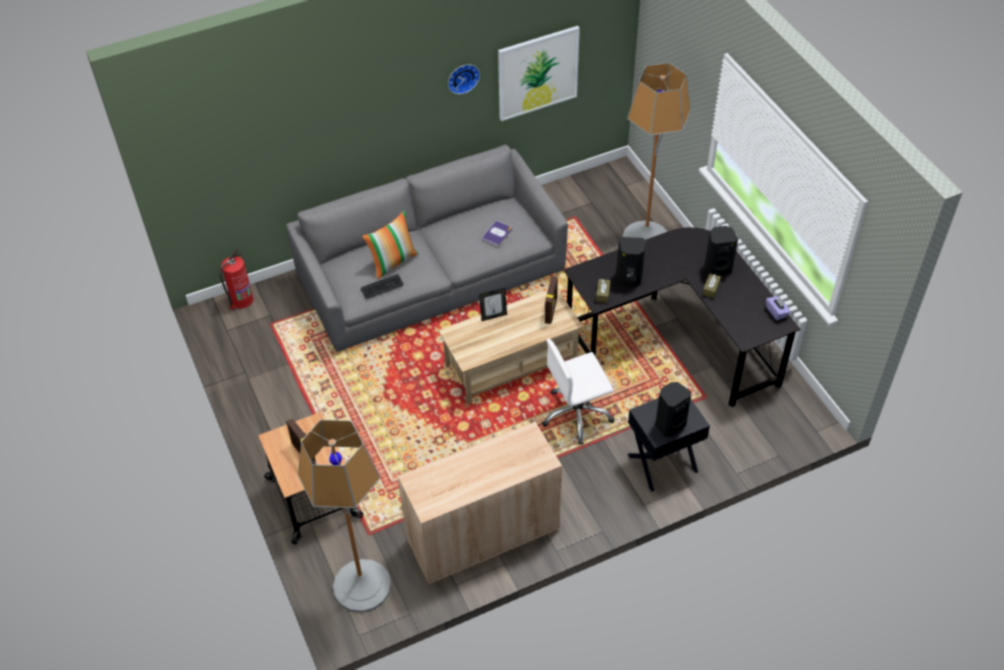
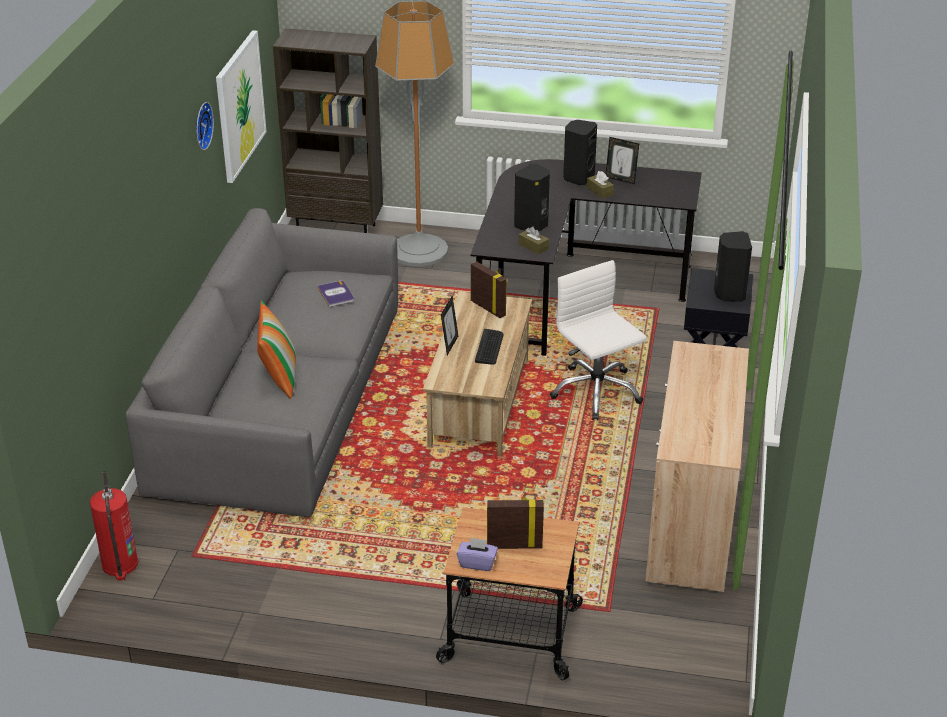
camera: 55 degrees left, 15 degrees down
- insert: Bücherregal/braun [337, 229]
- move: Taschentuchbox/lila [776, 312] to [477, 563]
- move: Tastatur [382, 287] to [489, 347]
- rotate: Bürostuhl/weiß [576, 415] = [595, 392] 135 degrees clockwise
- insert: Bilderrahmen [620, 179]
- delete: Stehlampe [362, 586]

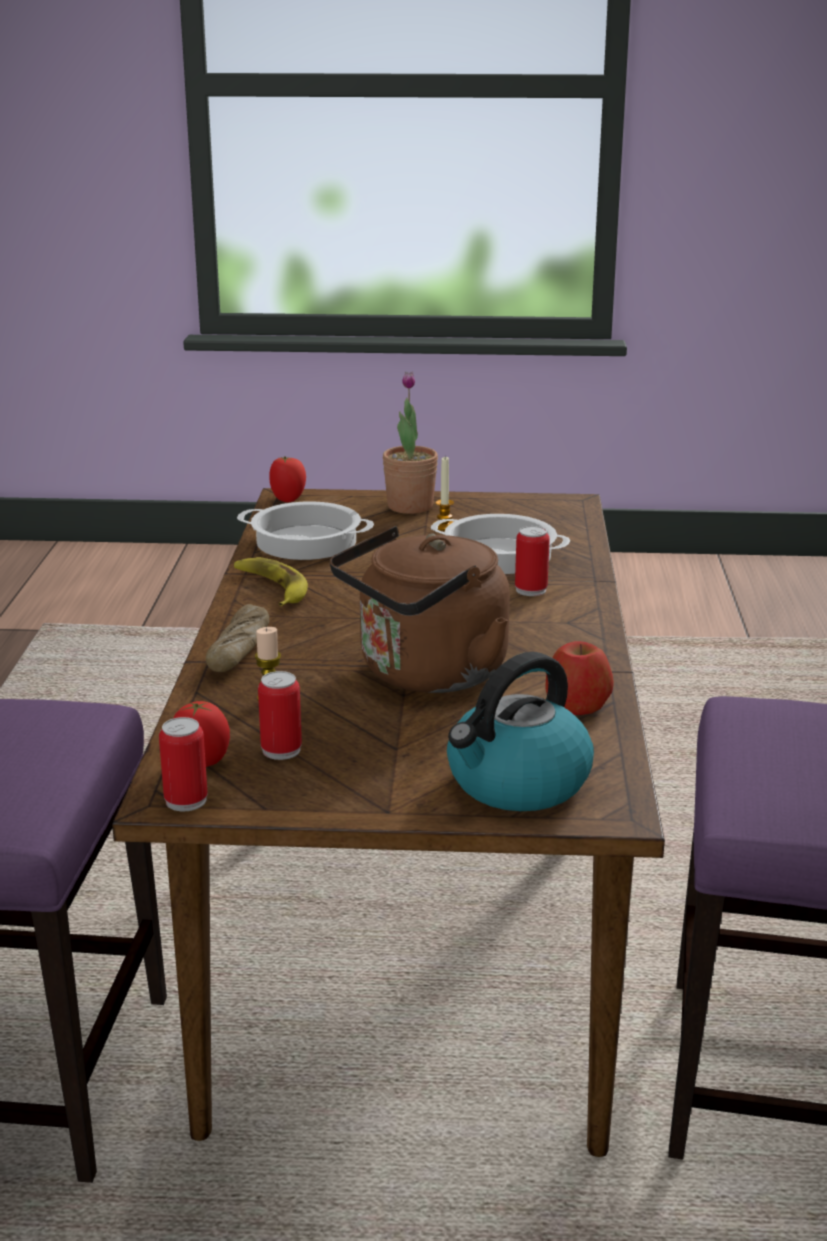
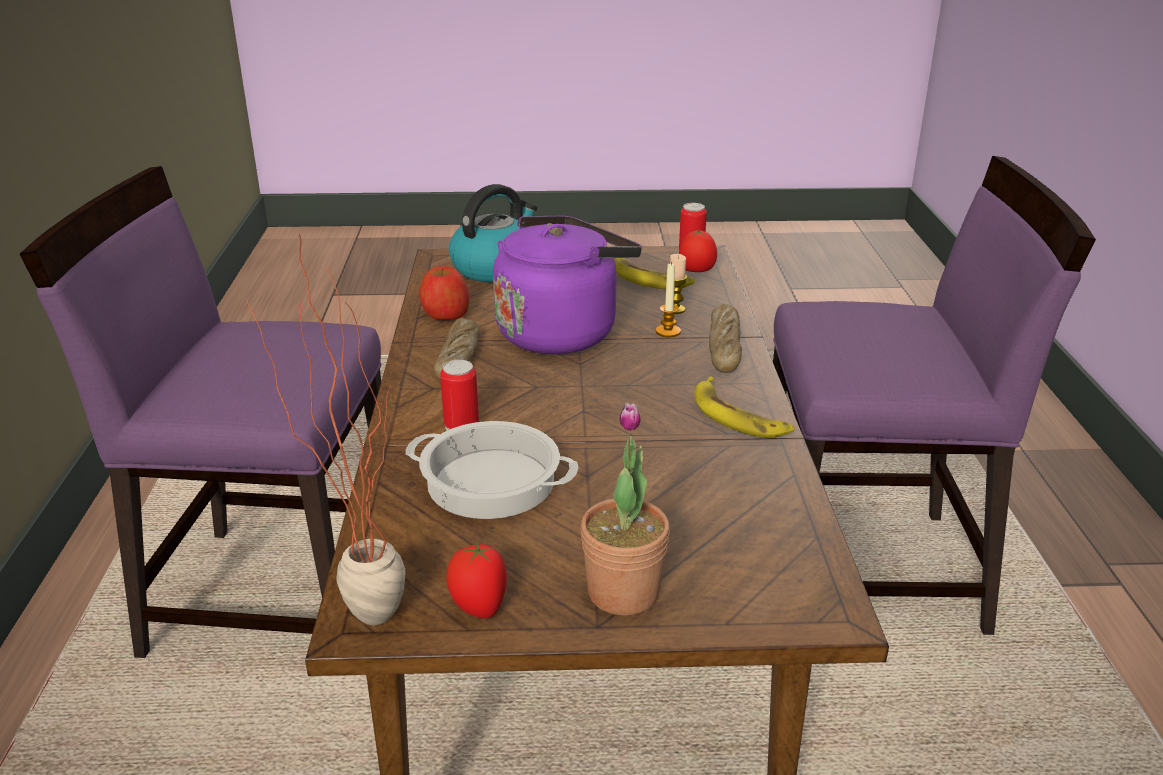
camera: 175 degrees right, 5 degrees up
- insert: Topfpflanze [358, 611]
- insert: Brot [458, 359]
- move: Tomate [288, 499] to [478, 608]
- recolor: Wasserkessel/braun [426, 674] to Wasserkessel/lila [561, 332]
- replace: Dose [281, 750] to Banane [649, 279]
- move: Kerze [444, 526] to [668, 331]
- delete: Kochtopf [307, 541]

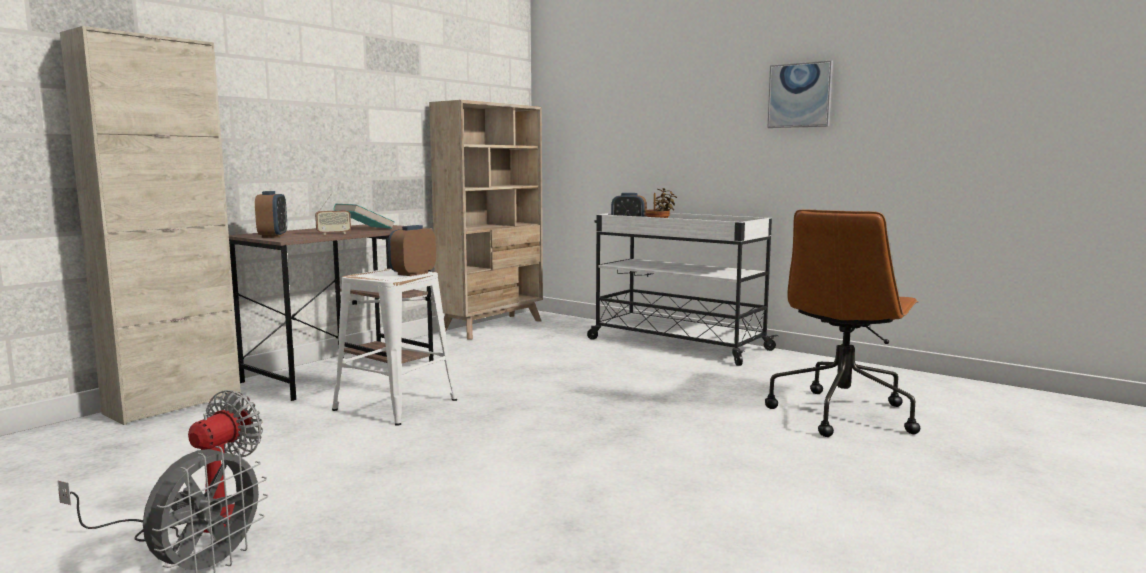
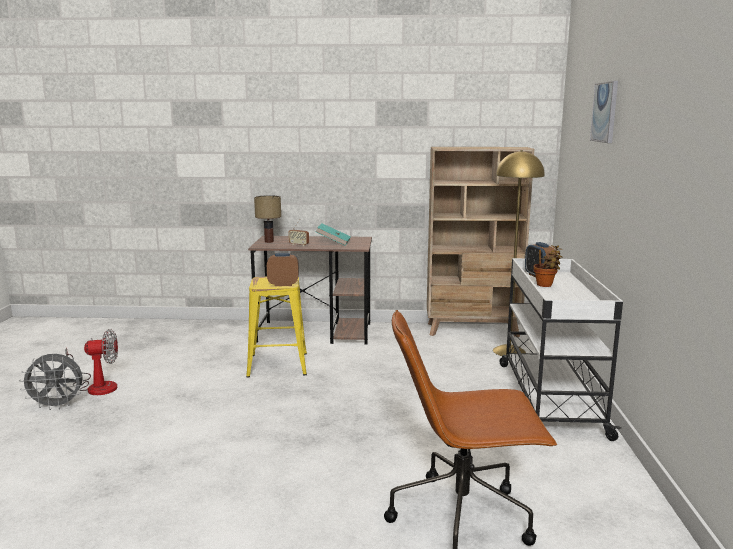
camera: 55 degrees right, 5 degrees up
- recolor: Hocker/weiß [396, 405] to Hocker/gelb [277, 365]
- replace: Wecker [273, 236] to Tischlampe [269, 241]
- insert: Stehlampe/gelb [509, 351]
- move: Bild [800, 95] to [605, 112]
- delete: Schrank/beige [174, 404]

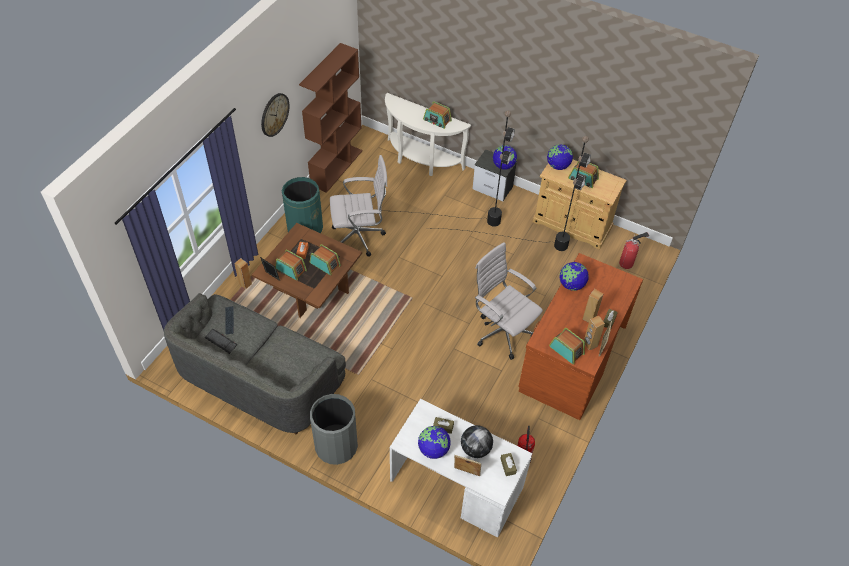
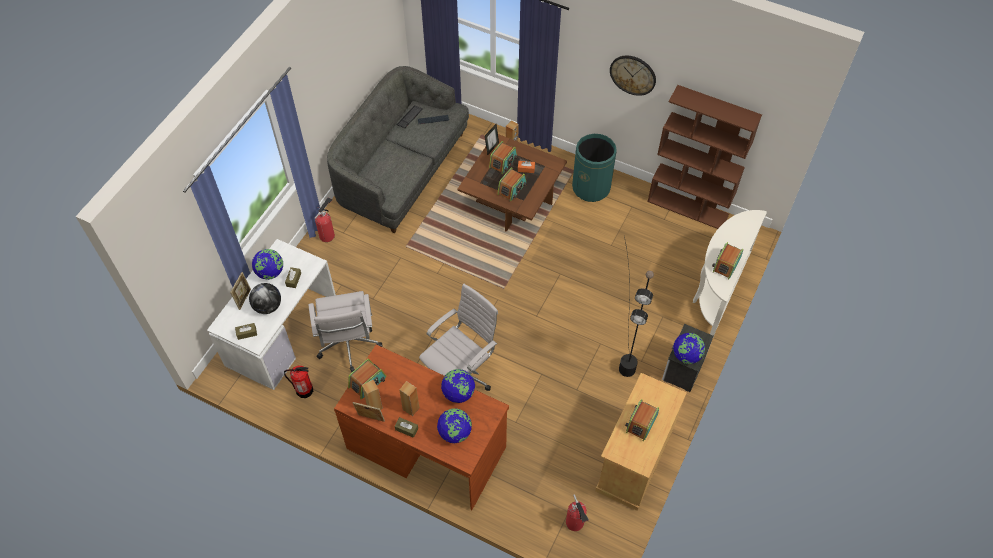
camera: 90 degrees right, 5 degrees up
- move: Bürostuhl/weiß [360, 237] to [349, 347]
- replace: Mülleimer/grau [336, 446] to Feuerlöscher [328, 234]
- move: Globus [557, 166] to [455, 432]
- delete: Stehlampe/schwarz [522, 240]

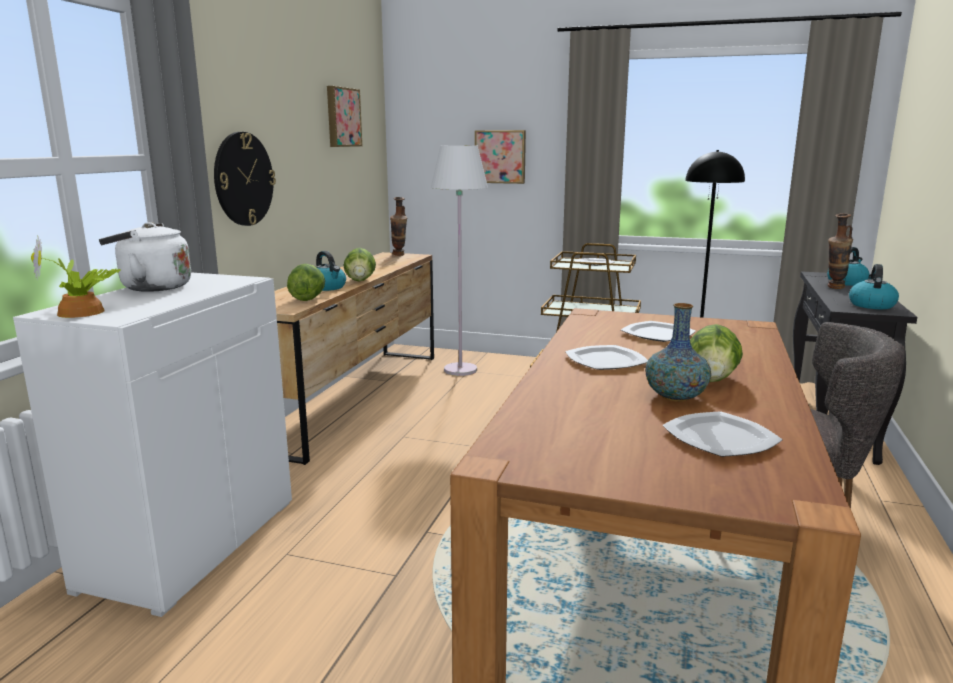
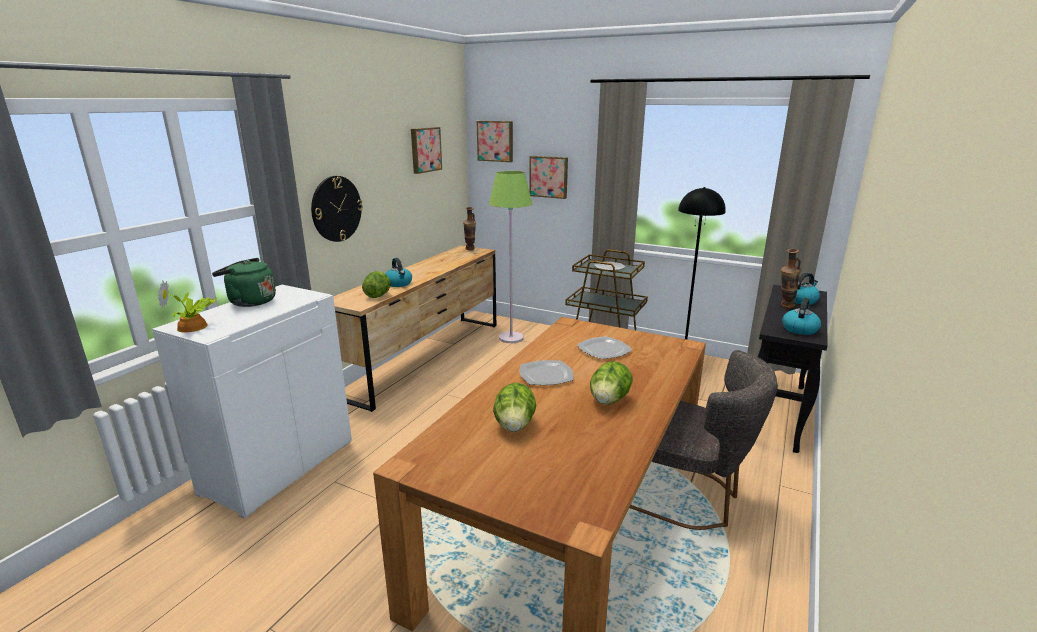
camera: 10 degrees right, 5 degrees up
- recolor: Wasserkessel/weiß [151, 287] to Wasserkessel/grün [249, 302]
- insert: Bild [495, 141]
- recolor: Stehlampe/weiß [460, 370] to Stehlampe/grün [511, 338]
- move: Salatkopf [360, 280] to [515, 426]
- delete: Vase [675, 397]
- delete: Teller [720, 438]

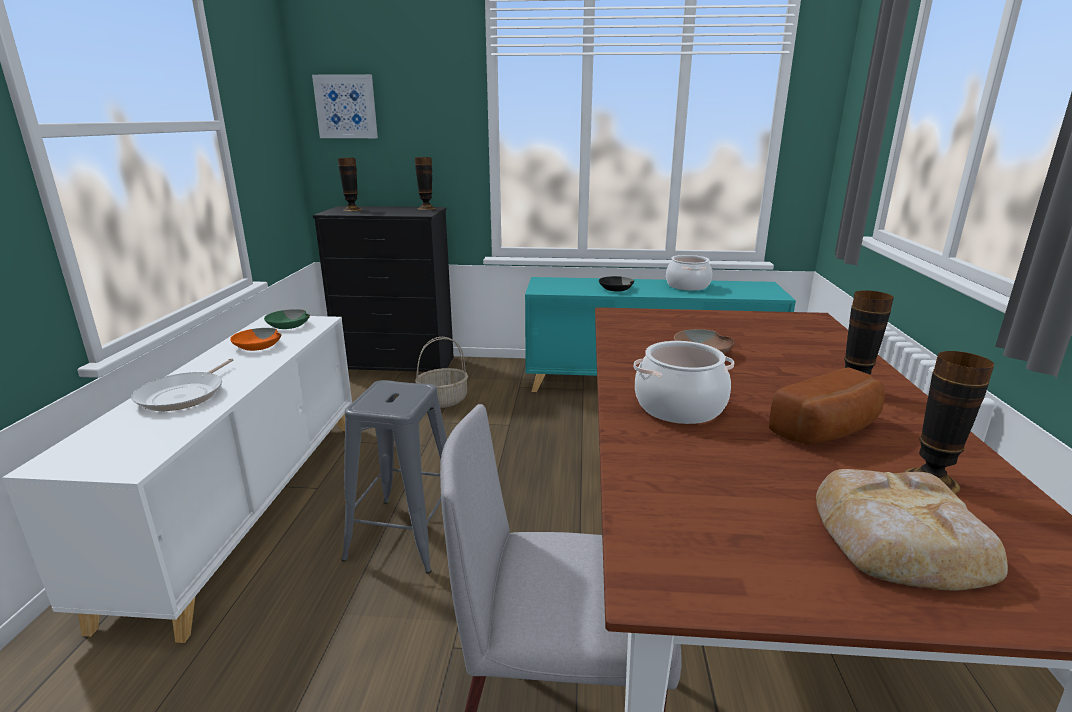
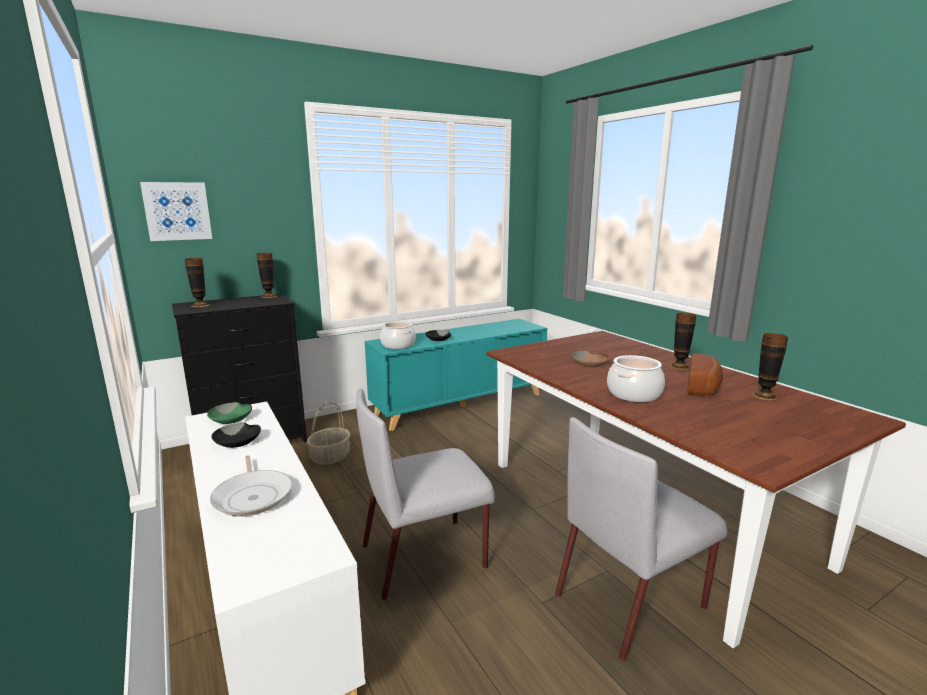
camera: 35 degrees left, 5 degrees down
- recolor: Schüssel/orange [258, 346] to Schüssel/schwarz [238, 442]
- replace: Hocker/grau [405, 535] to Stuhl/grau [425, 556]
- move: Kochtopf [687, 286] to [398, 345]
- delete: Brot [899, 538]

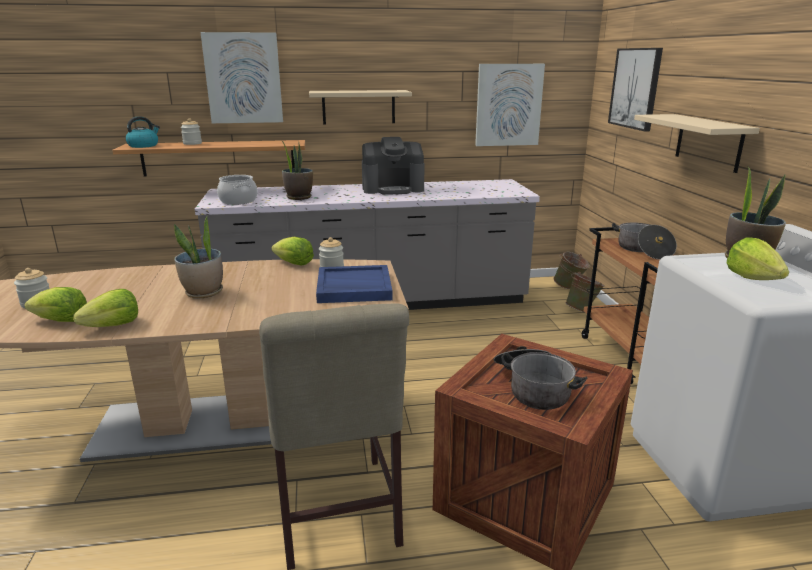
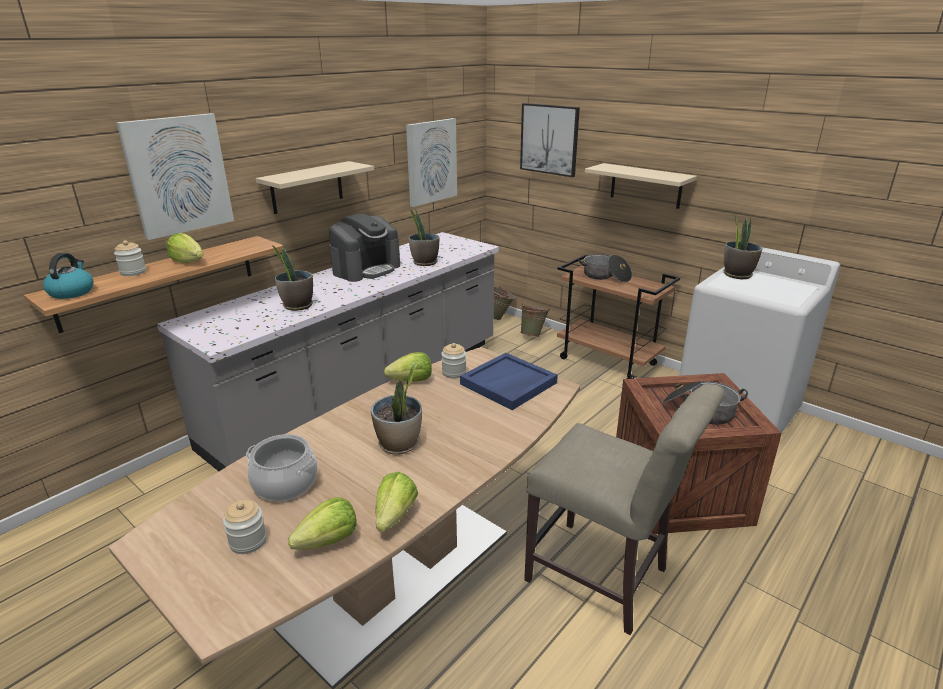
camera: 40 degrees left, 5 degrees up
- move: Salatkopf [752, 278] to [188, 262]
- move: Kochtopf [238, 201] to [285, 483]
- insert: Topfpflanze [424, 262]

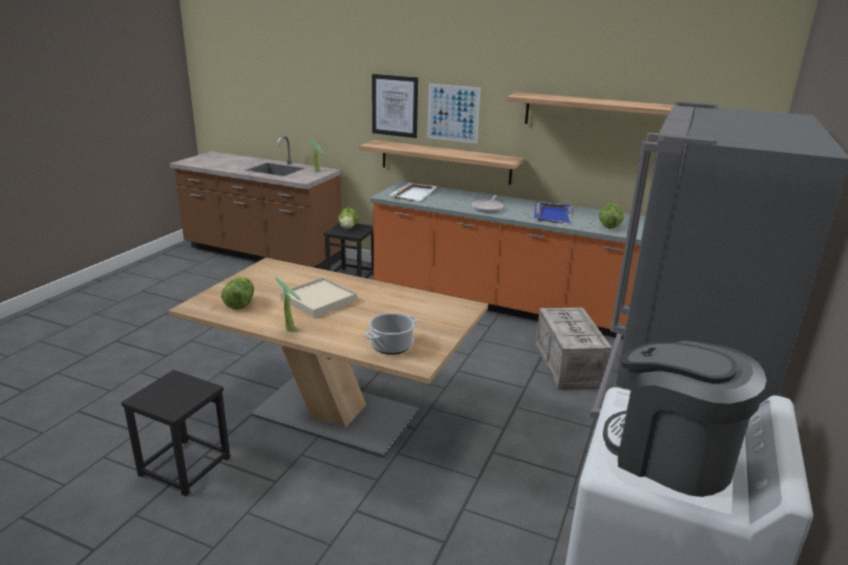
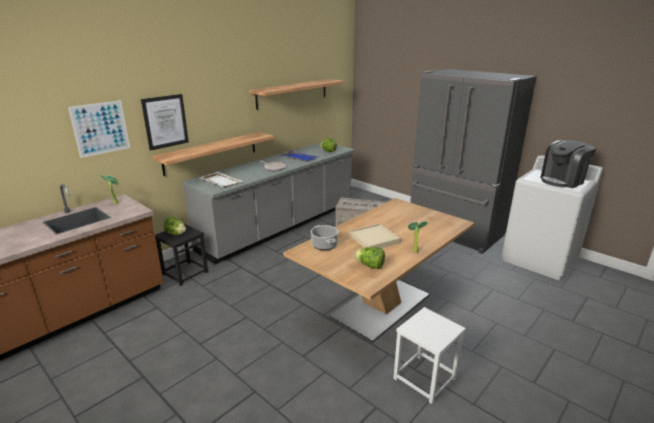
camera: 70 degrees left, 0 degrees up
- move: Bild [453, 113] to [100, 128]
- recolor: Küchenzeile/orange [502, 304] to Küchenzeile/grau [280, 227]
- move: Kochtopf [392, 345] to [324, 245]
- recolor: Hocker/schwarz [184, 467] to Hocker/weiß [425, 378]

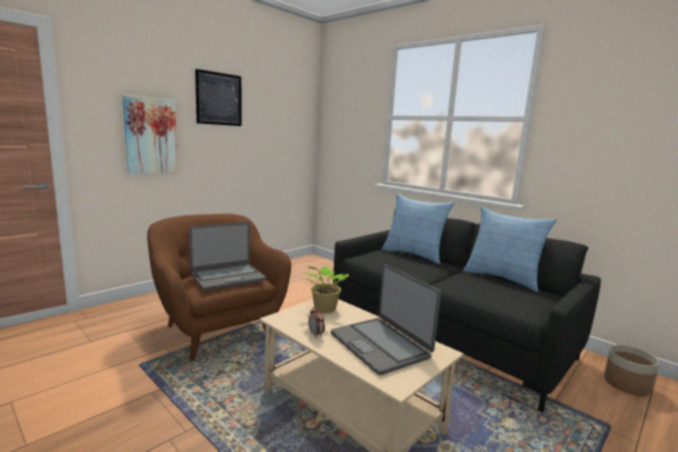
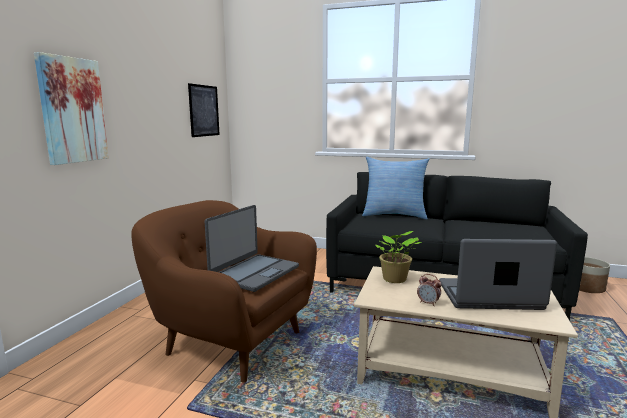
camera: 25 degrees left, 0 degrees up
- move: Bild [219, 99] to [204, 110]
- rotate: Laptop [380, 345] = [489, 296] 150 degrees clockwise
- delete: Kissen [502, 278]

